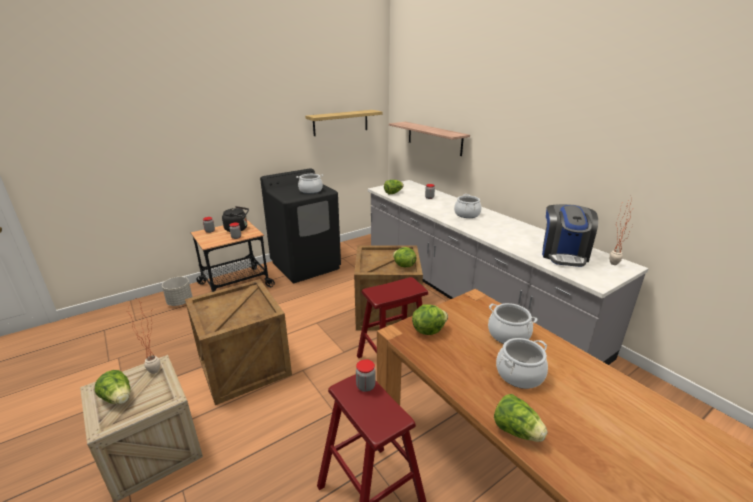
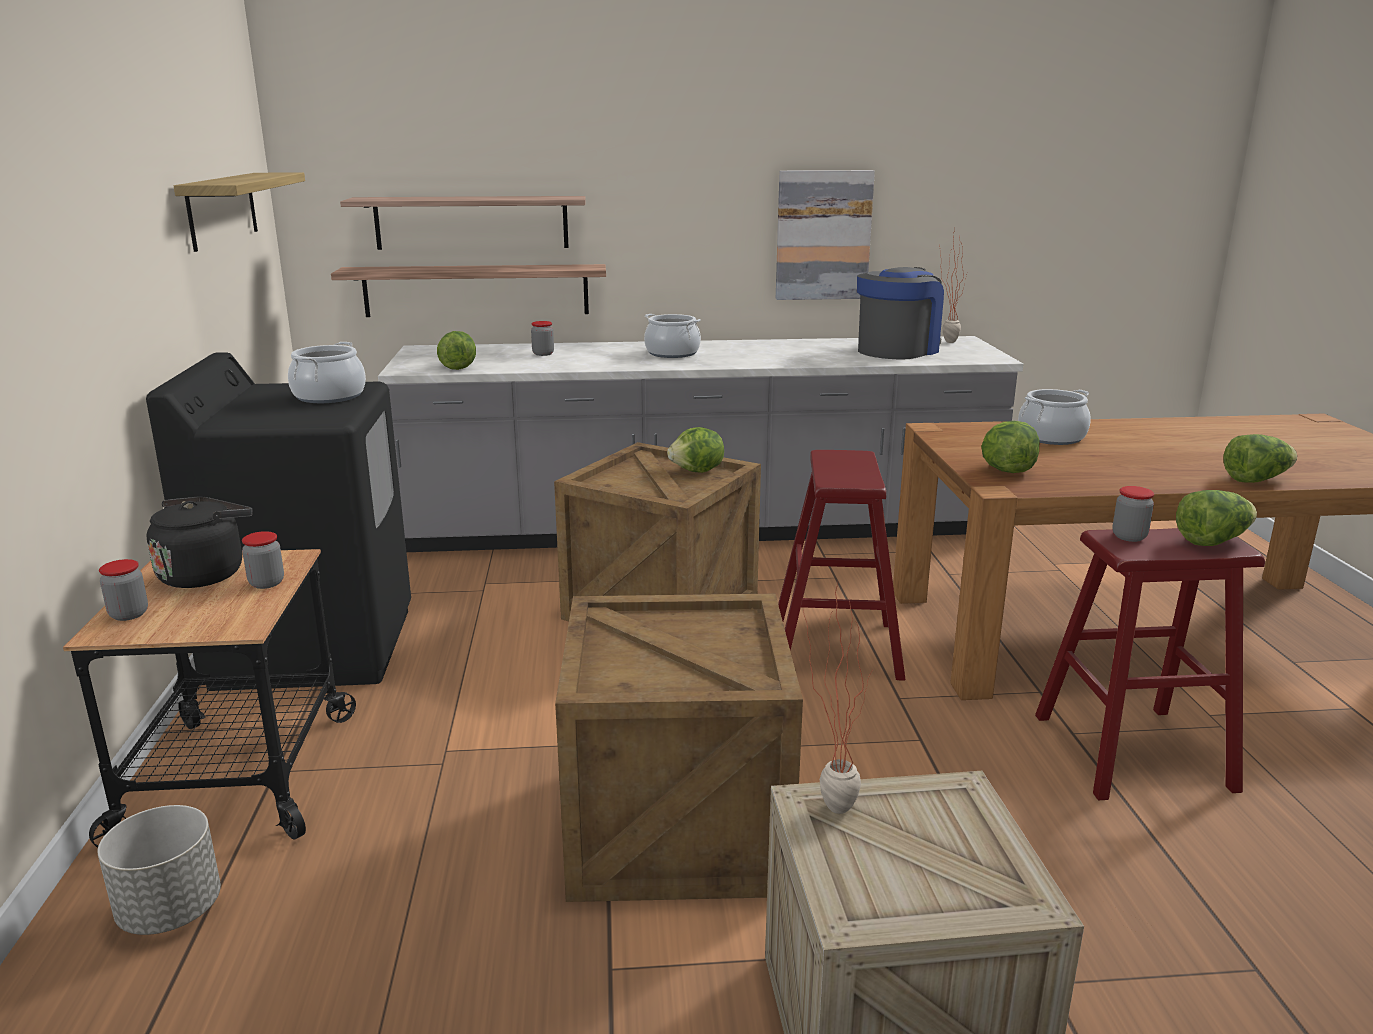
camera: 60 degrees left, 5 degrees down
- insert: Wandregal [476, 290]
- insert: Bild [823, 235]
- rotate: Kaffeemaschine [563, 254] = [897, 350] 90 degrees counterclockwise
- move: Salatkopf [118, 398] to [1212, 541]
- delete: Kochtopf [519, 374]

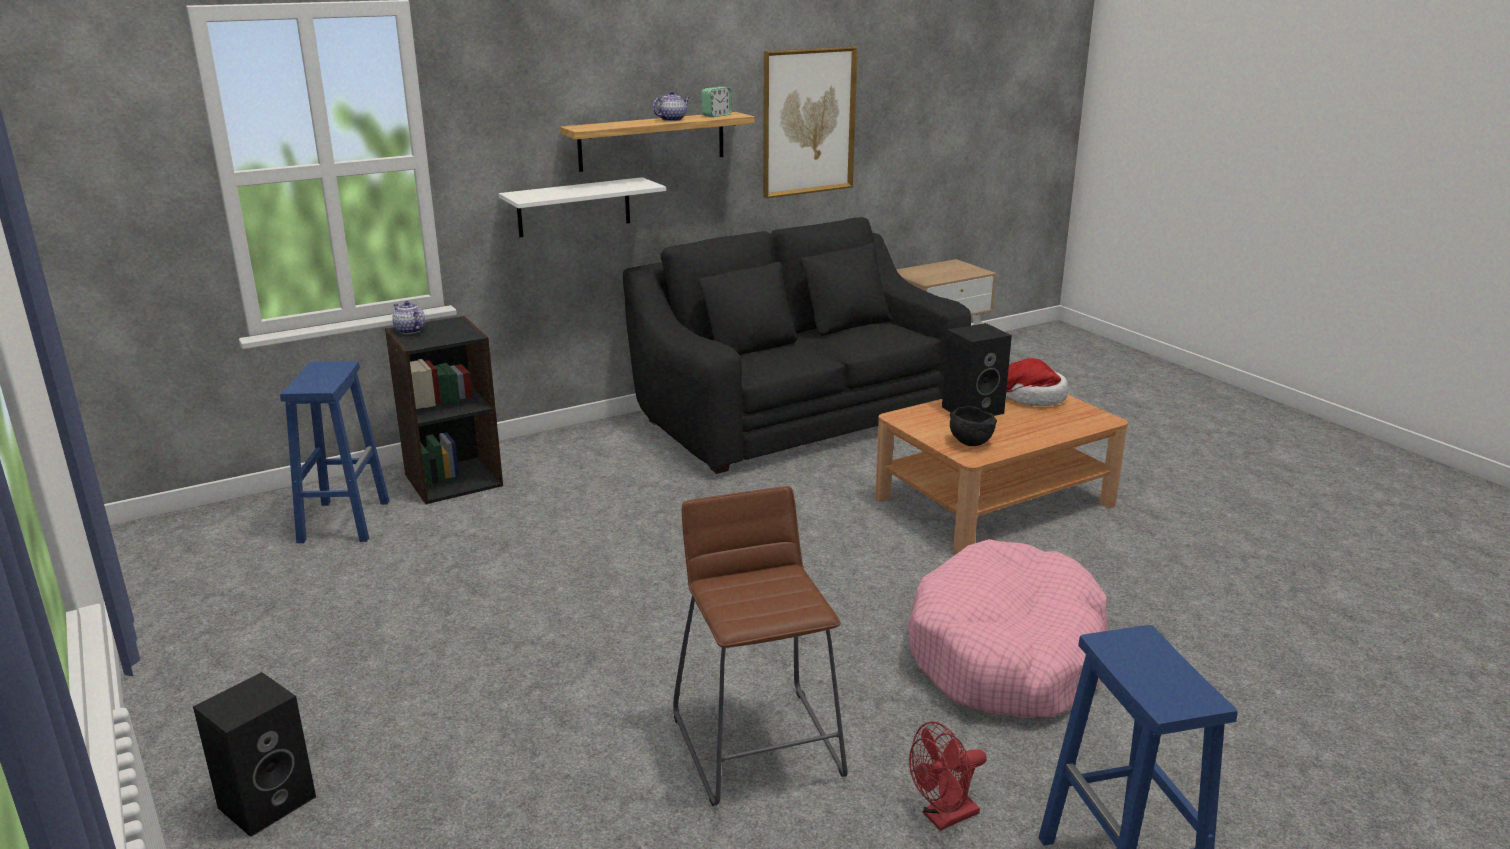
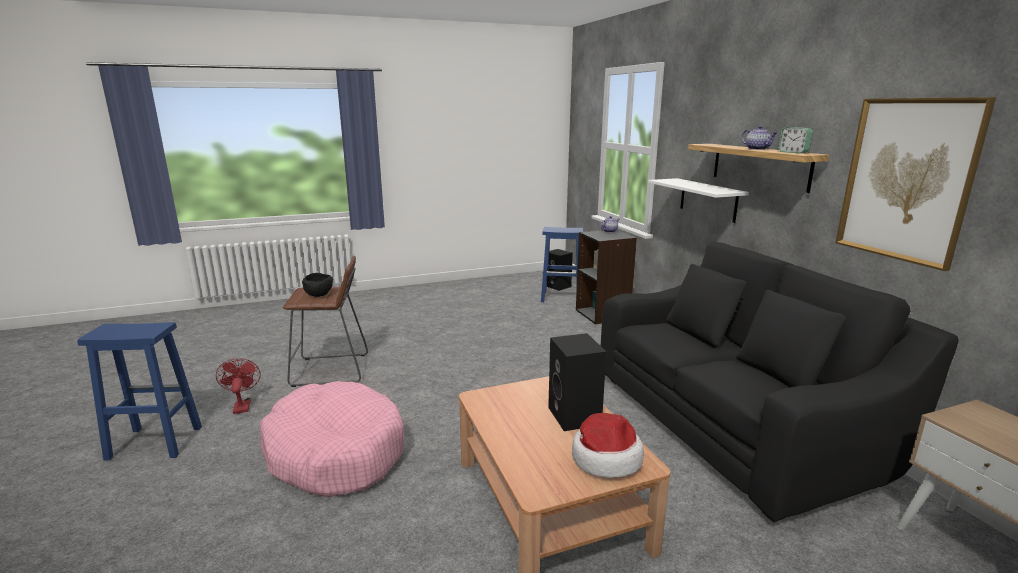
camera: 100 degrees right, 5 degrees down
- move: Schüssel/schwarz [969, 443] to [319, 295]
- move: Lautsprecher/schwarz [268, 800] to [558, 286]

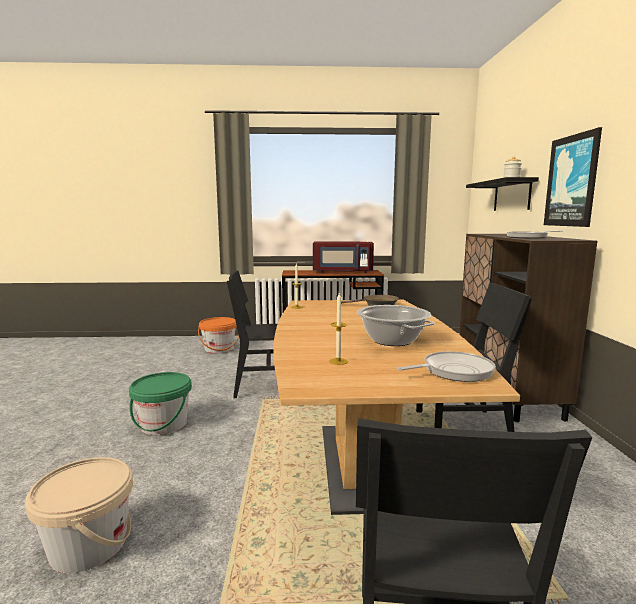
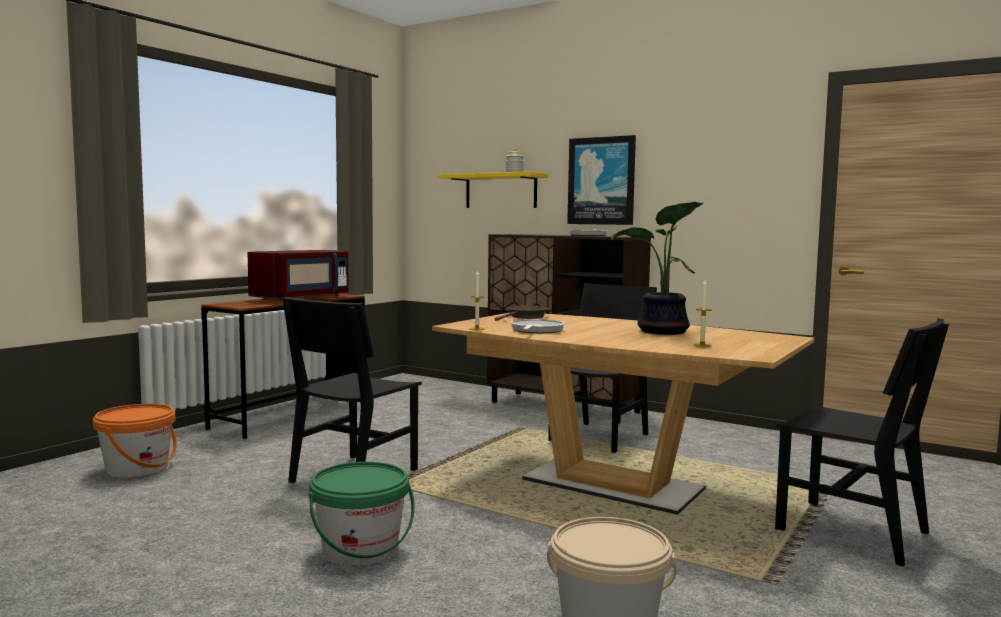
camera: 55 degrees left, 5 degrees down
- recolor: Wandregal/schwarz [512, 195] to Wandregal/gelb [501, 191]
- move: Pfanne [453, 371] to [536, 330]
- replace: Kochtopf [391, 340] to Topfpflanze [662, 332]

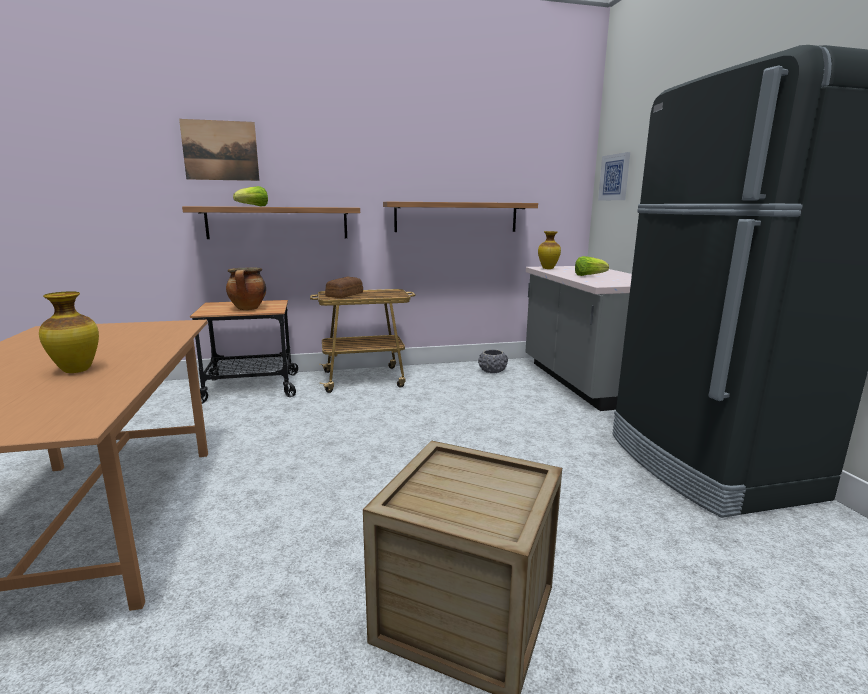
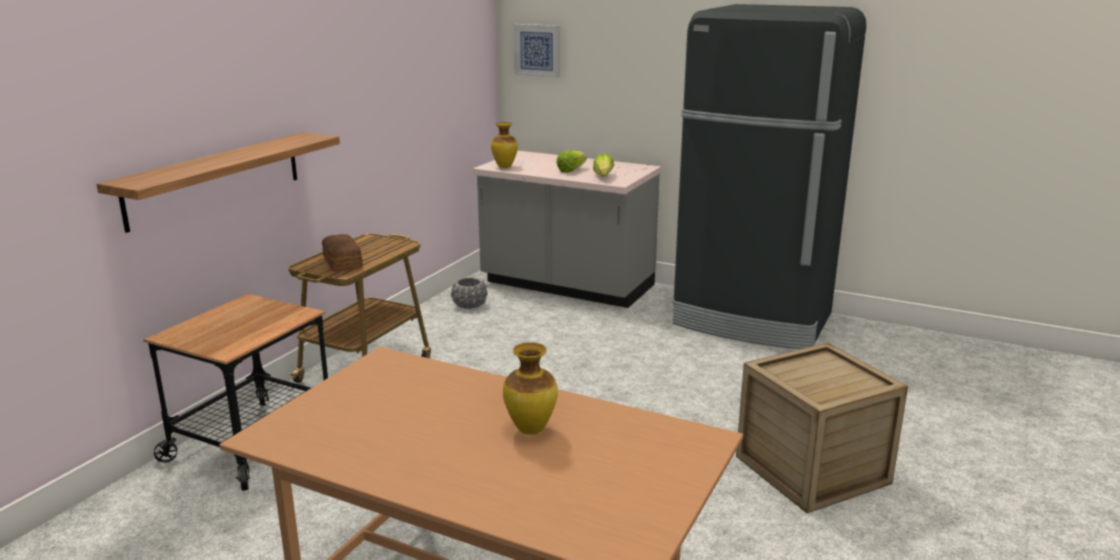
camera: 50 degrees left, 5 degrees up
- move: Salatkopf [253, 206] to [603, 176]
- delete: Bild [220, 150]
- delete: Kochtopf [248, 309]
- delete: Wandregal [456, 217]

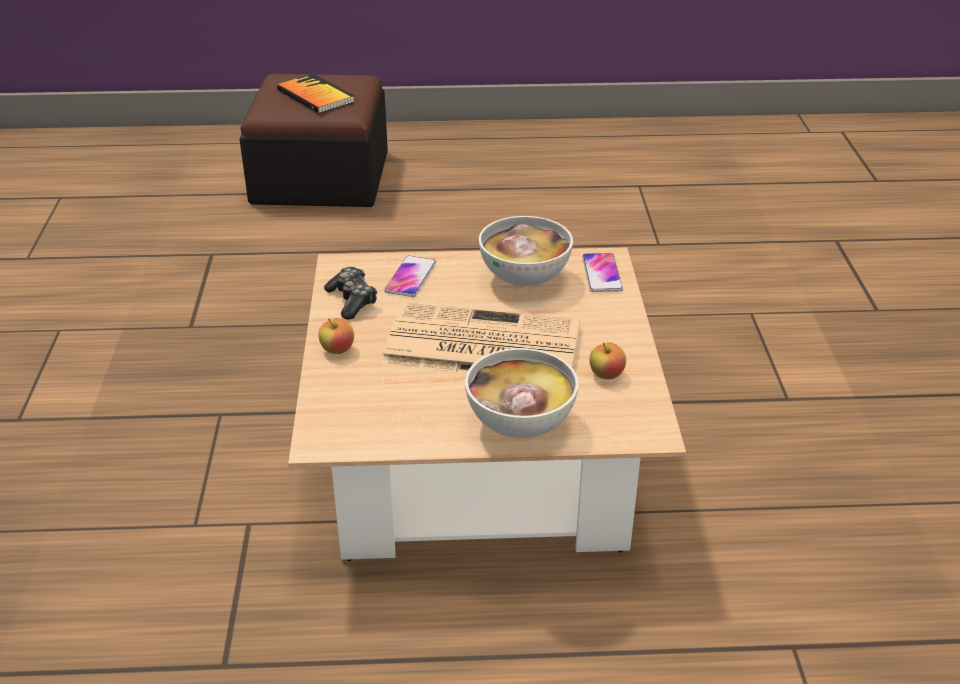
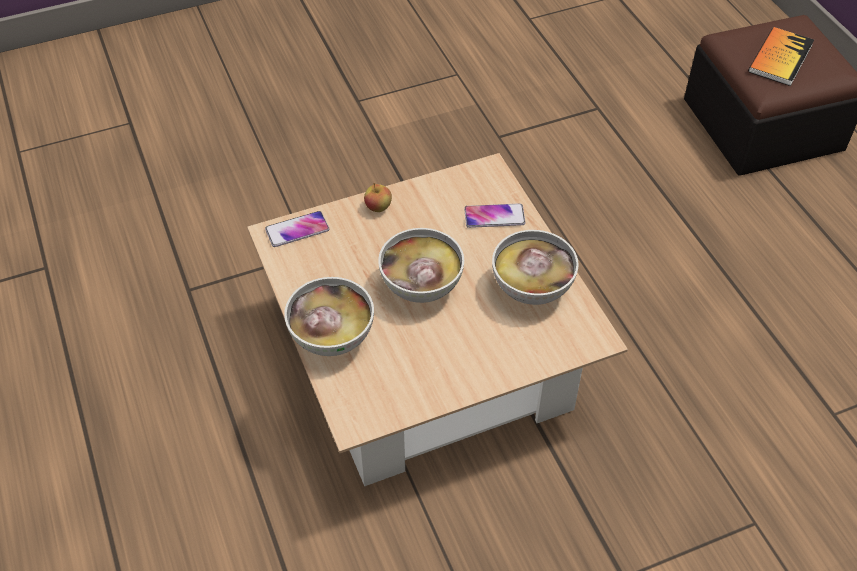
camera: 70 degrees right, 15 degrees up
- move: Handy [602, 274] to [297, 230]
- replace: Zeitung [479, 345] to Schüssel [420, 286]
- delete: Gamepad [352, 300]
- delete: Apfel [606, 375]

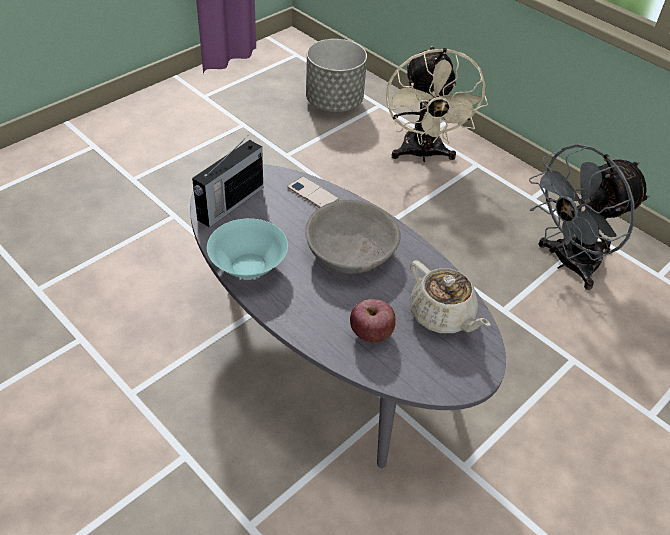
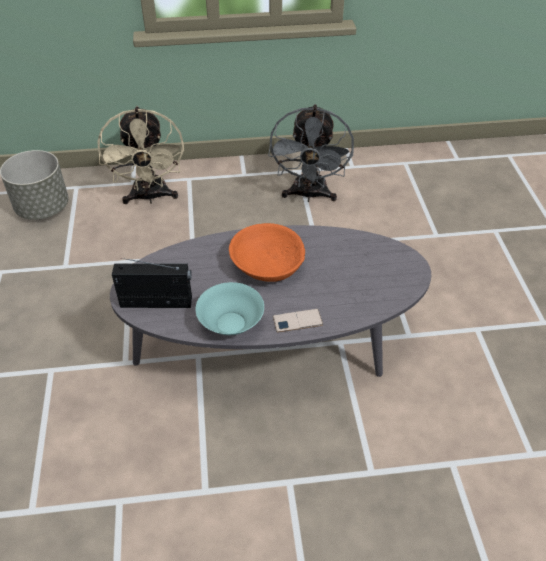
camera: 50 degrees left, 0 degrees up
- rotate: Ventilator/beige [422, 154] = [150, 197] 45 degrees clockwise
- rotate: Radio [229, 204] = [157, 302] 75 degrees counterclockwise
- recolor: Schüssel/grau [351, 251] to Schüssel/orange [267, 264]
- move: Handy [312, 194] to [297, 321]
- delete: Apfel [371, 334]
- delete: Teekanne/beige [442, 315]

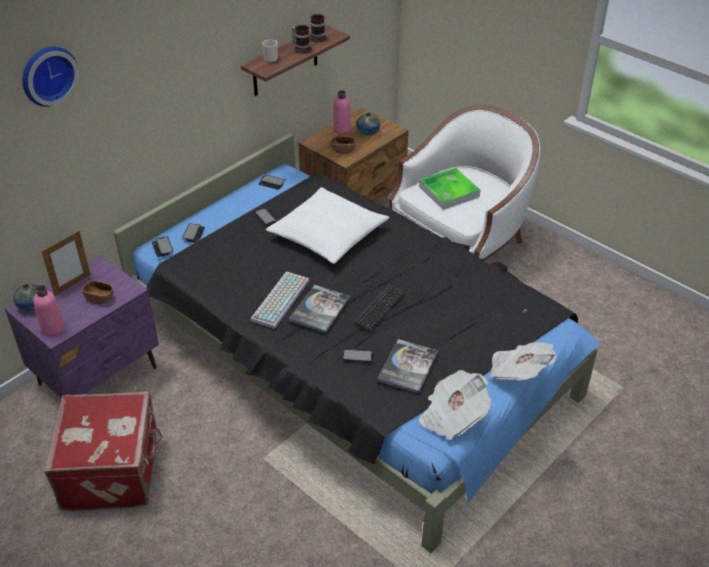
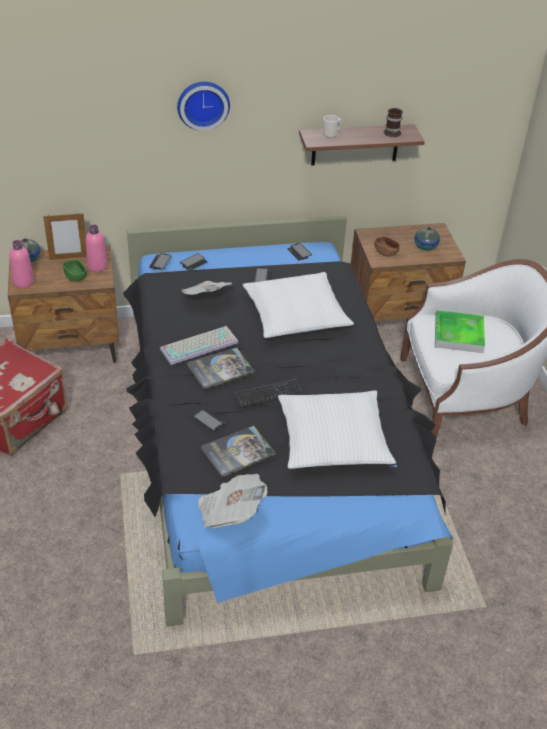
camera: 35 degrees right, 0 degrees up
- recolor: Nachttisch/lila [99, 376] to Nachttisch/braun [72, 346]
- recolor: Schüssel/braun [99, 298] to Schüssel/grün [75, 277]
- move: Flasche/rosa [342, 129] to [97, 266]
- move: Wanduhr [47, 74] to [203, 104]
- move: Zeitung [518, 372] to [206, 298]
- insert: Kissen/weiß [333, 439]
- delete: Henkelbecher [302, 48]

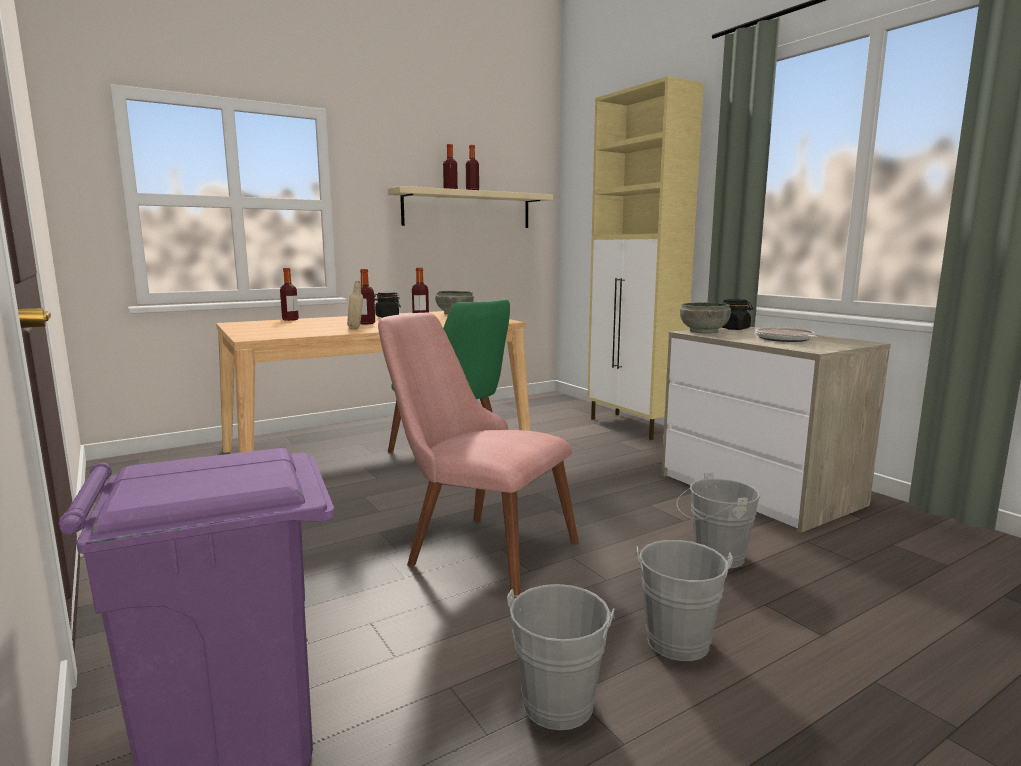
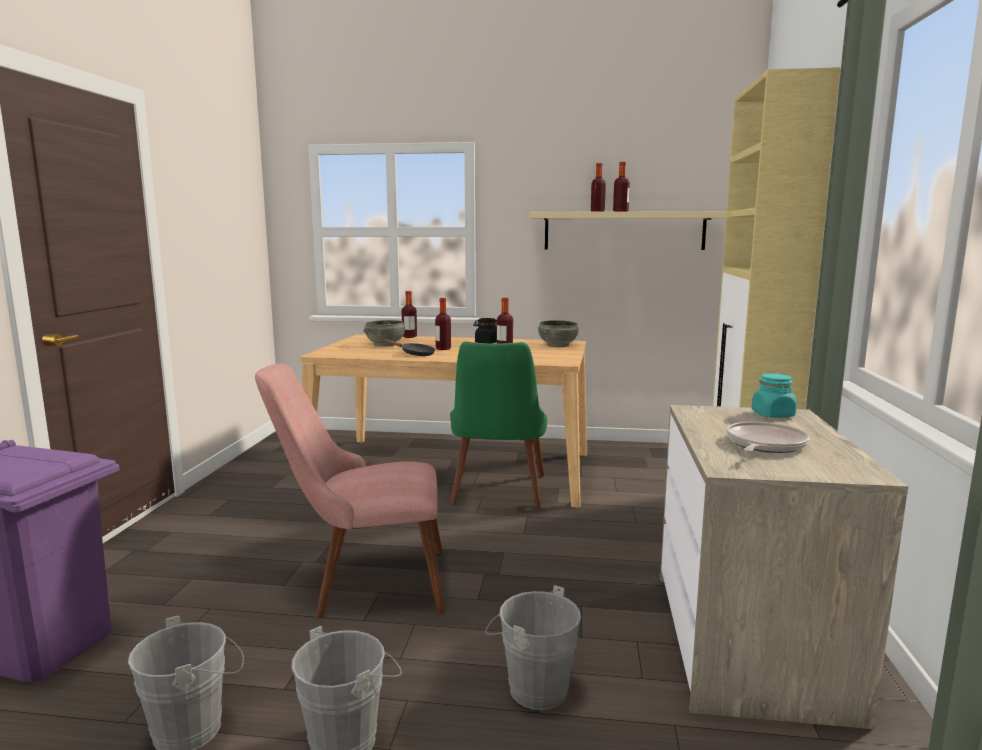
camera: 40 degrees right, 0 degrees up
- rotate: Stuhl/rosa [475, 549] = [363, 583] 75 degrees counterclockwise
- move: Schüssel/grau [704, 331] to [385, 344]
- replace: Flasche/beige [356, 328] to Pfanne/schwarz [414, 354]
- recolor: Vorratsglas/schwarz [734, 329] to Vorratsglas/türkis [773, 415]

